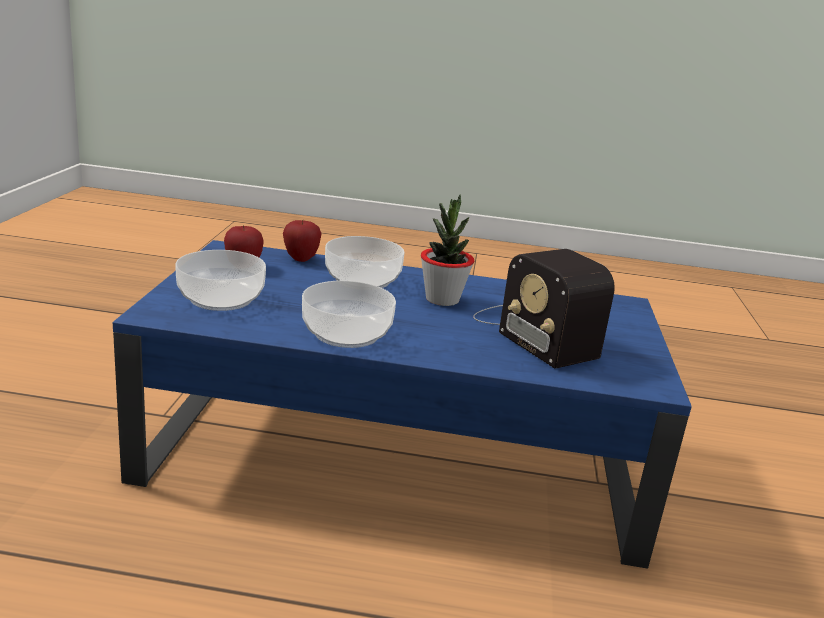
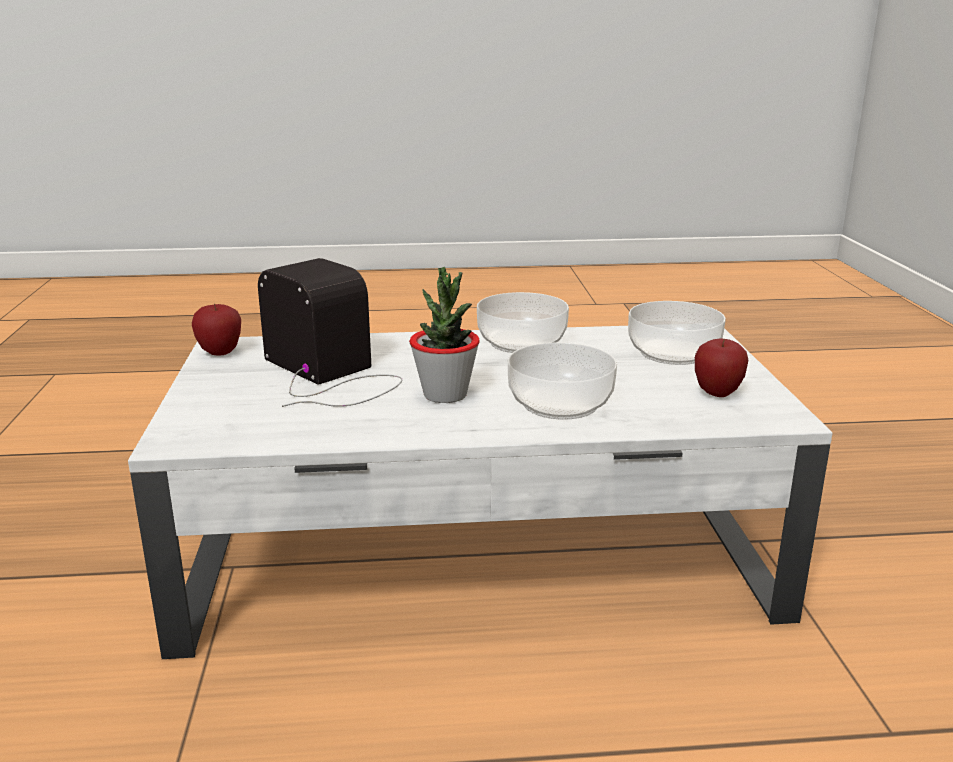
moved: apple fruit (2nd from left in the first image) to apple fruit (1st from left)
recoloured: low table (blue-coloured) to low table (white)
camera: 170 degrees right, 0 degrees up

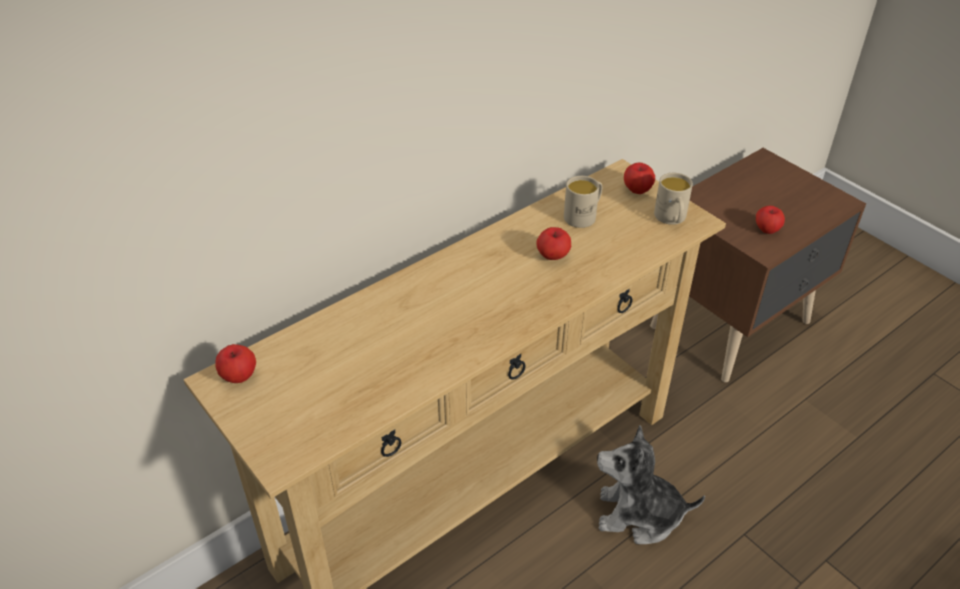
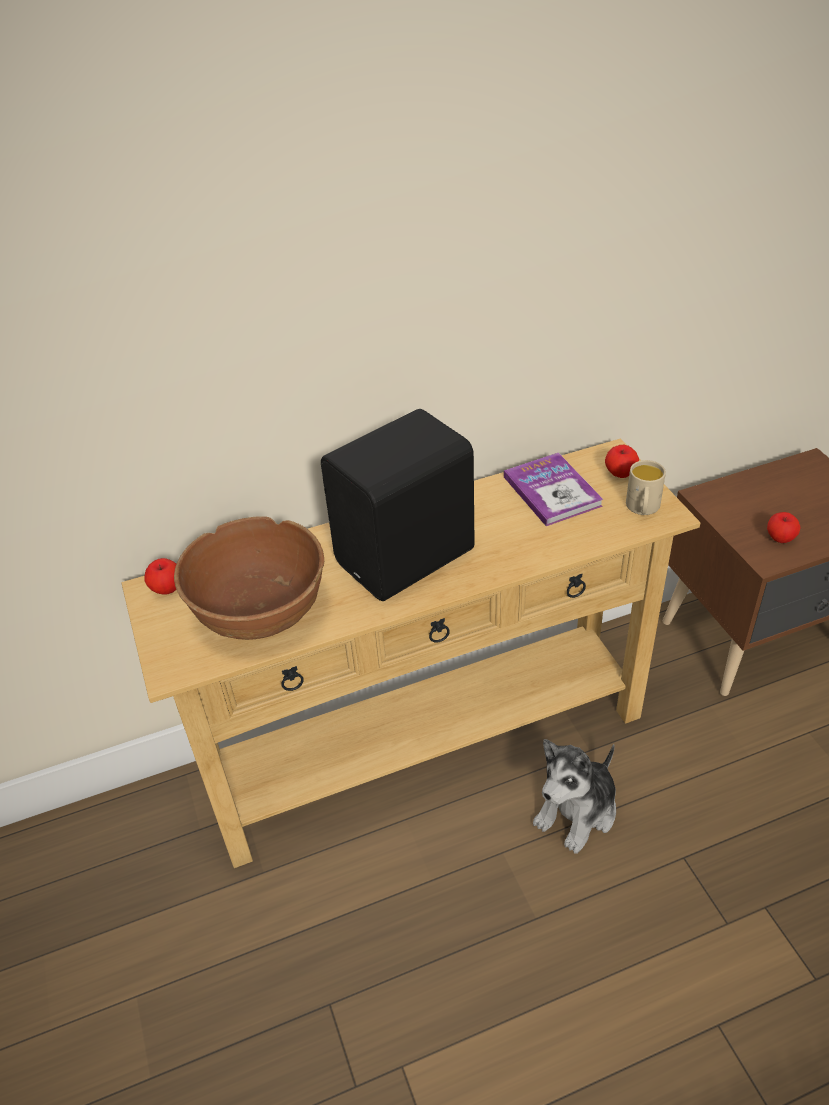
removed: apple fruit (2nd from left)
added: bowl (brown-coloured); audio speaker (blackish)
replaced: tea mug (beige) (1st from left) to bound book
turned: plush toy 75 degrees counterclockwise
camera: 20 degrees right, 0 degrees up

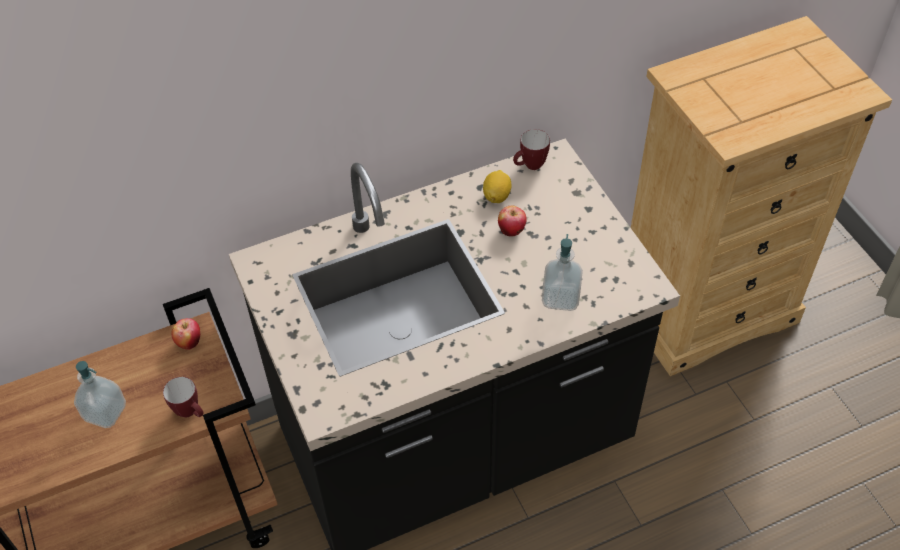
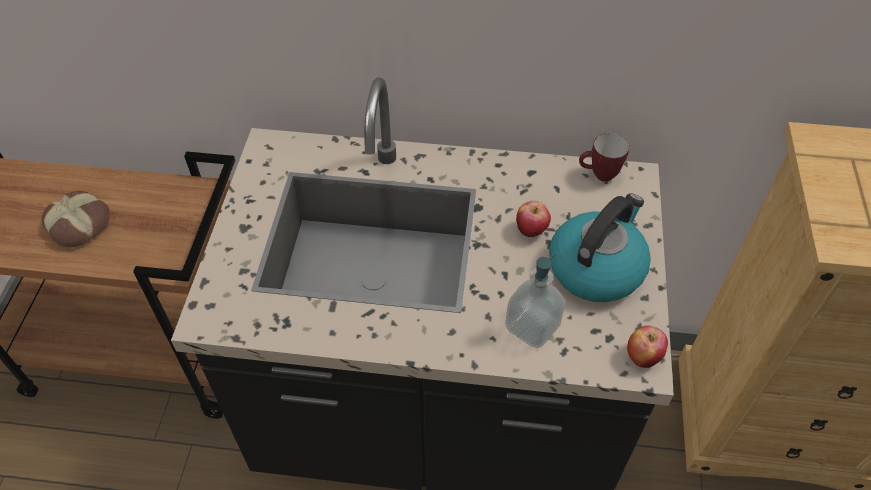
removed: tea mug (1st from left); lemon
added: water kettle
moved: apple fruit (1st from left in the first image) to apple fruit (2nd from left)
replaced: liquid soap bottle (1st from left) to bread
camera: 30 degrees right, 0 degrees up

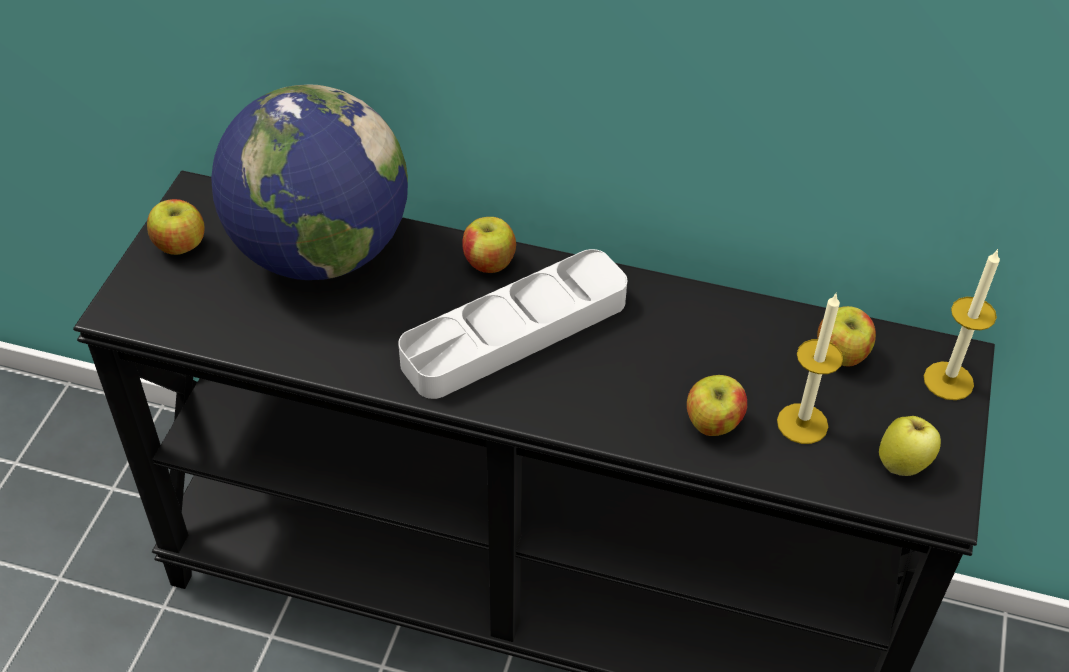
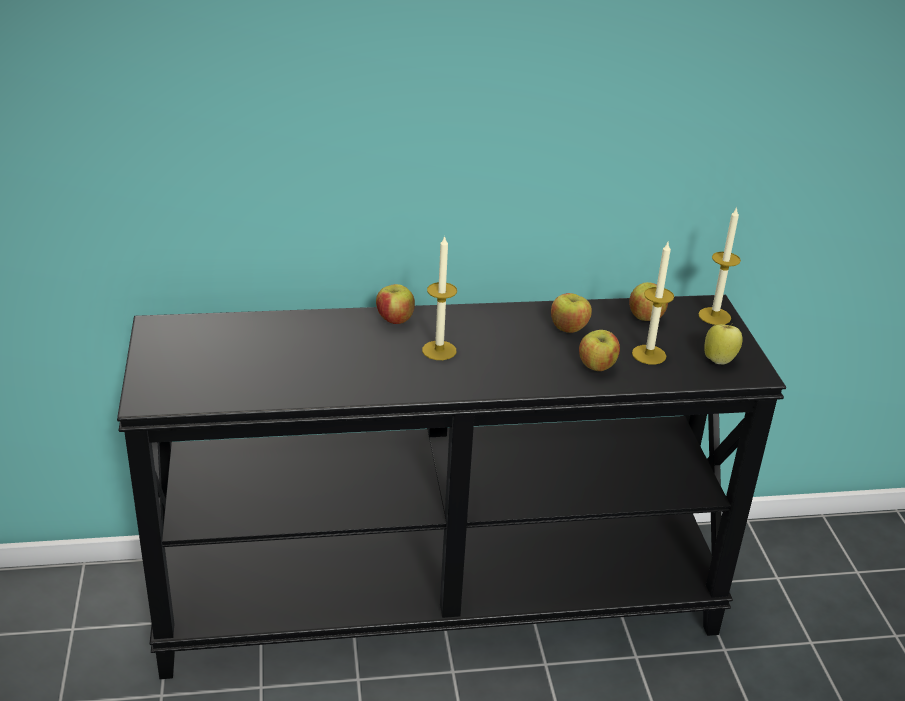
removed: desk globe
moved: apple fruit (1st from left in the first image) to apple fruit (2nd from left)
replaced: tray (grey) to candle (1st from left)
camera: 25 degrees left, 15 degrees down

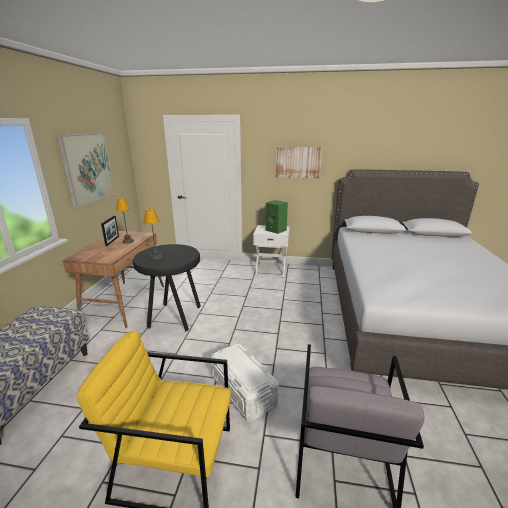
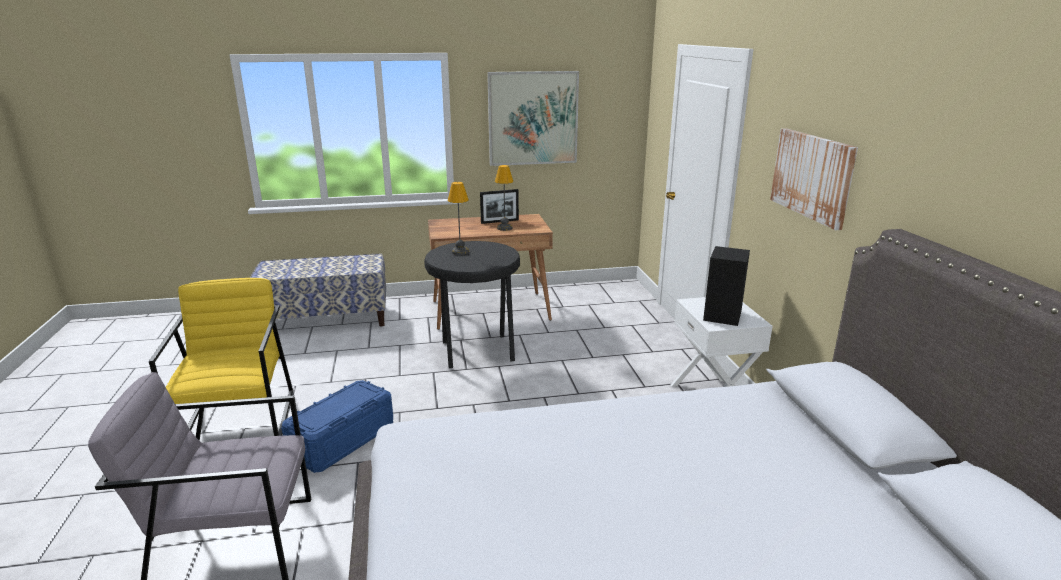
recoloured: storage box (white) to storage box (blue-coloured); audio speaker (green) to audio speaker (blackish)
camera: 70 degrees right, 0 degrees up

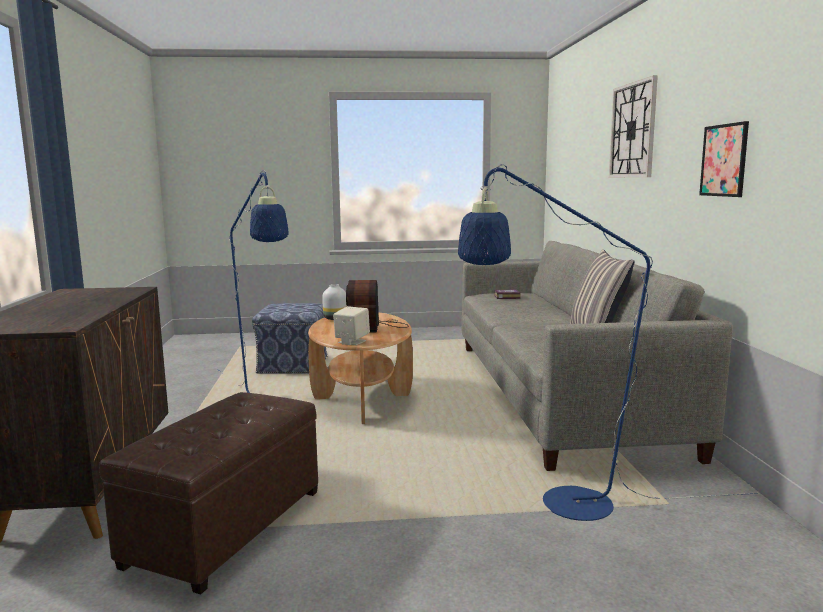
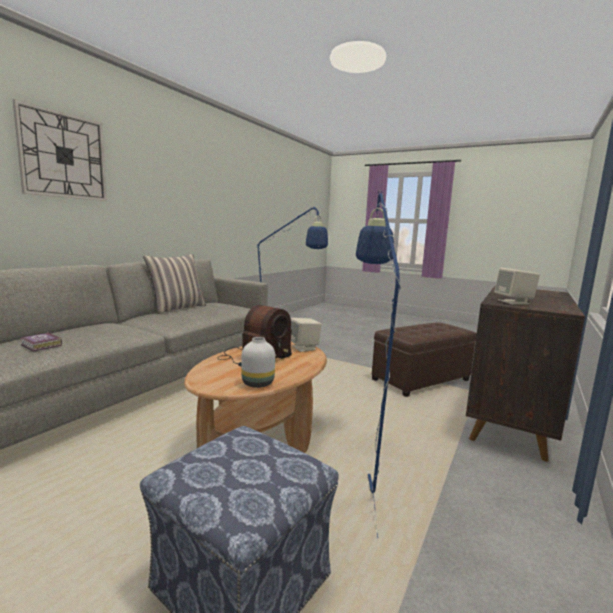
removed: picture
added: audio speaker (beige) (2nd from left)
camera: 145 degrees left, 0 degrees up

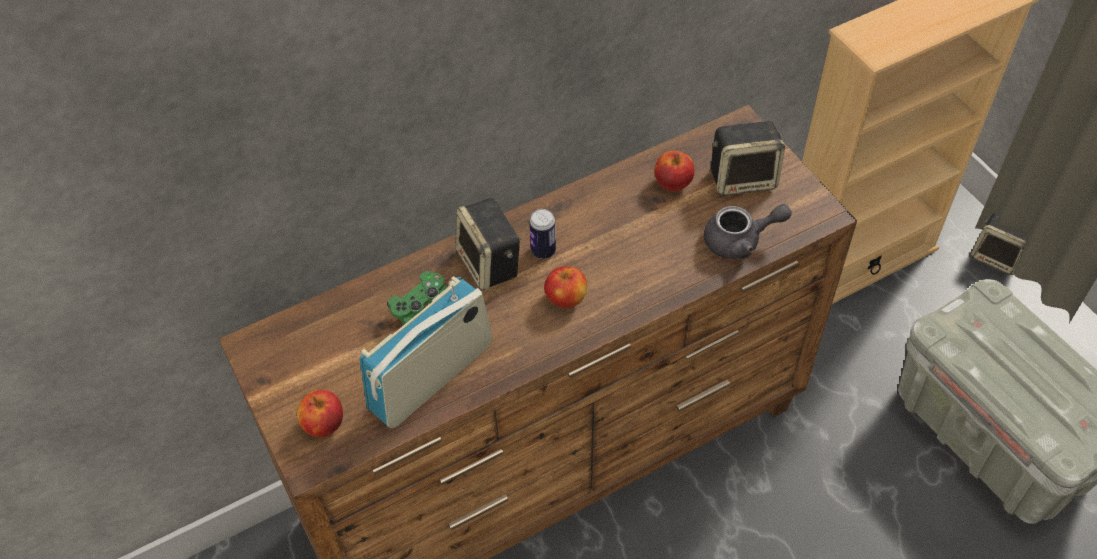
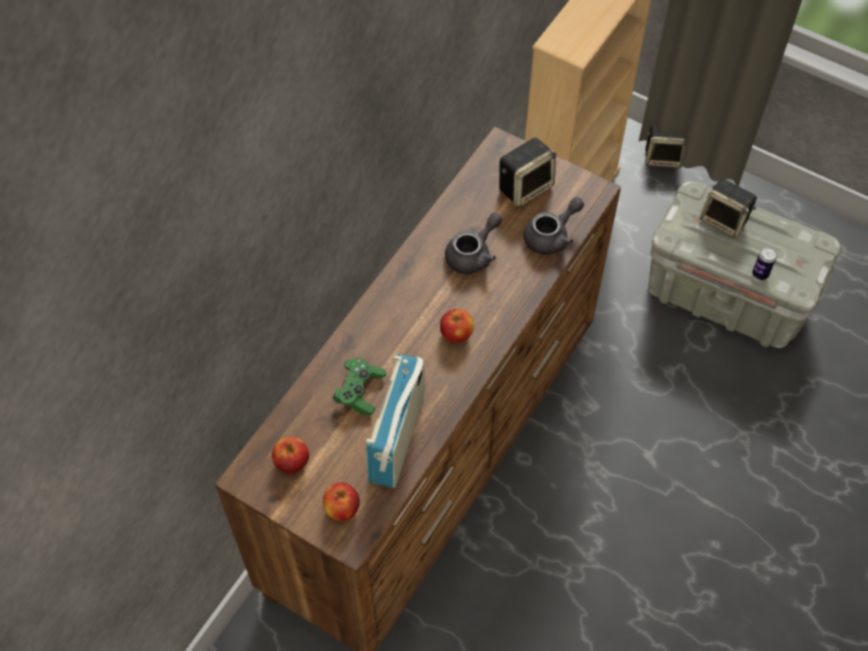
added: teapot (grey) (1st from left)
moved: audio speaker (1st from left in the first image) to audio speaker (3rd from left); sealed can; apple fruit (3rd from left in the first image) to apple fruit (1st from left)
camera: 30 degrees left, 5 degrees up

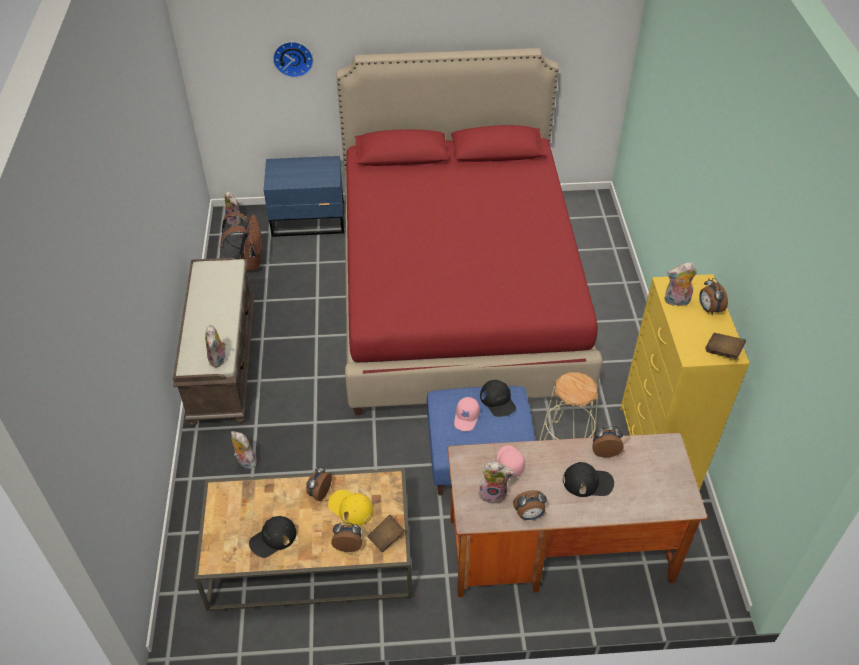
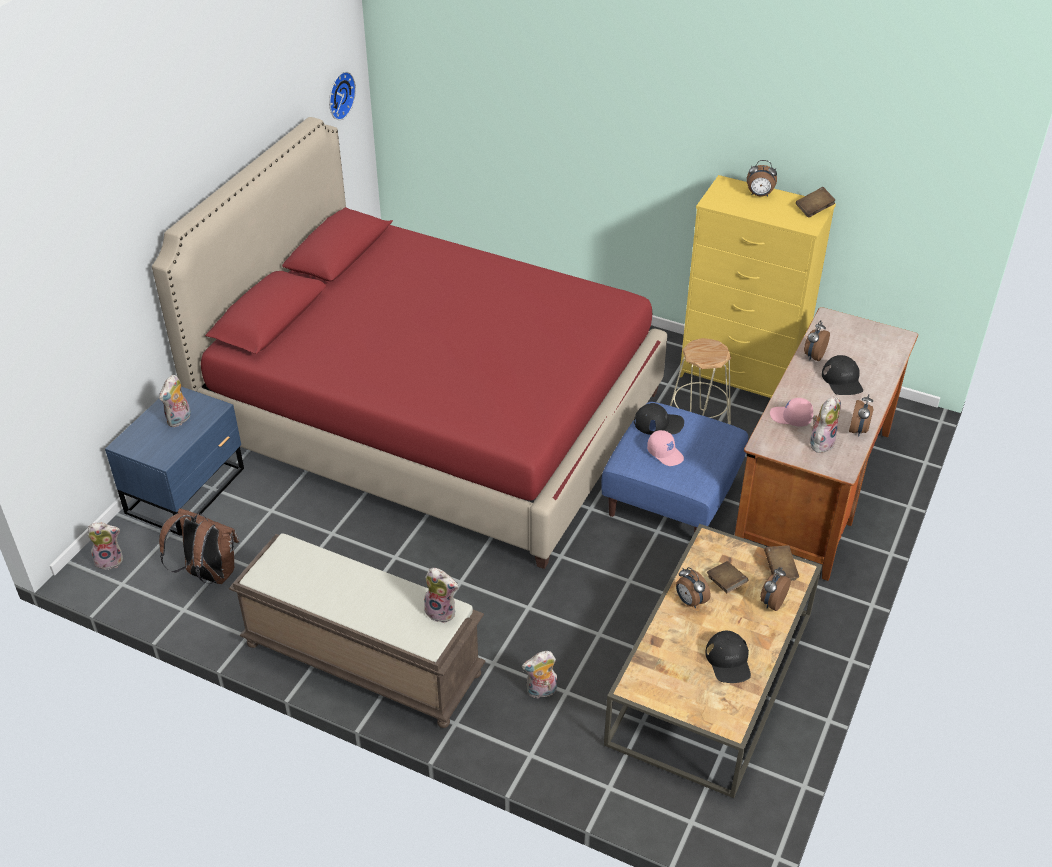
moved: clock on the wall; plush toy (5th from left in the first image) to plush toy (2nd from left)
replaced: cap (yellow-coloured) to bound book (brown-coloured) (1st from left)
turned: cap (blackish) (3rd from left) 135 degrees clockwise
camera: 60 degrees left, 5 degrees down

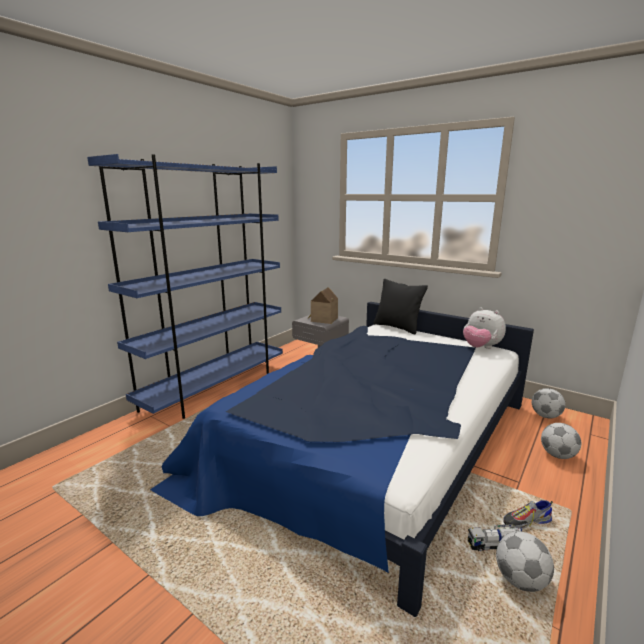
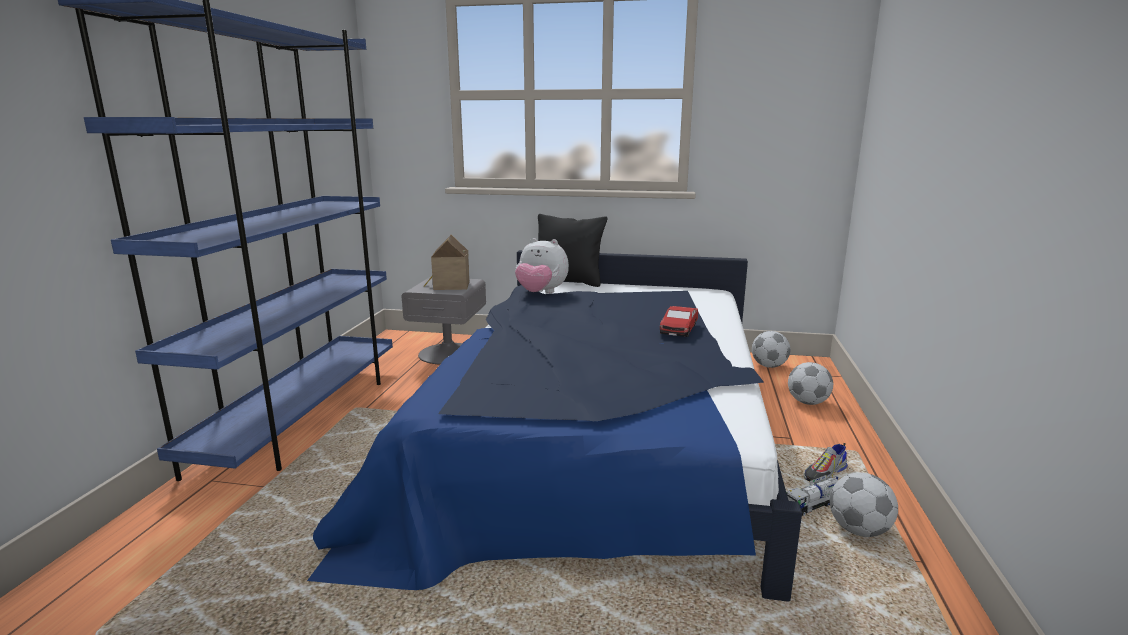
added: miniature car
moved: plush toy
camera: 25 degrees left, 0 degrees up

